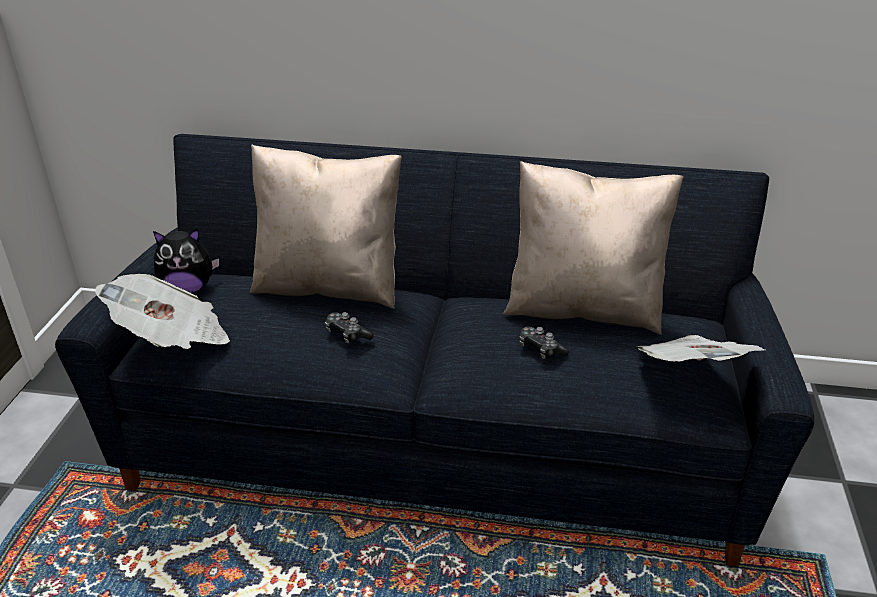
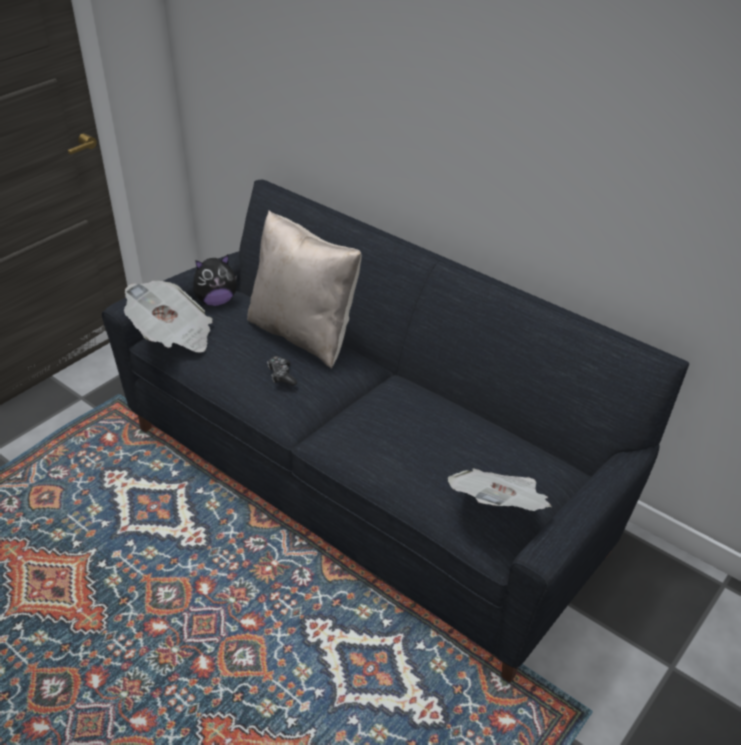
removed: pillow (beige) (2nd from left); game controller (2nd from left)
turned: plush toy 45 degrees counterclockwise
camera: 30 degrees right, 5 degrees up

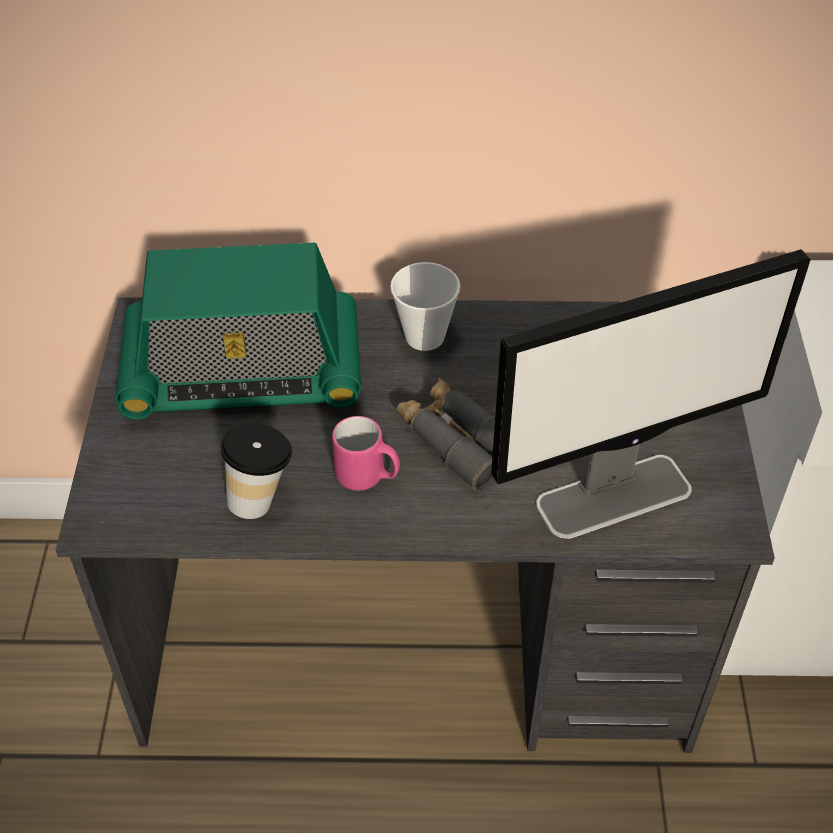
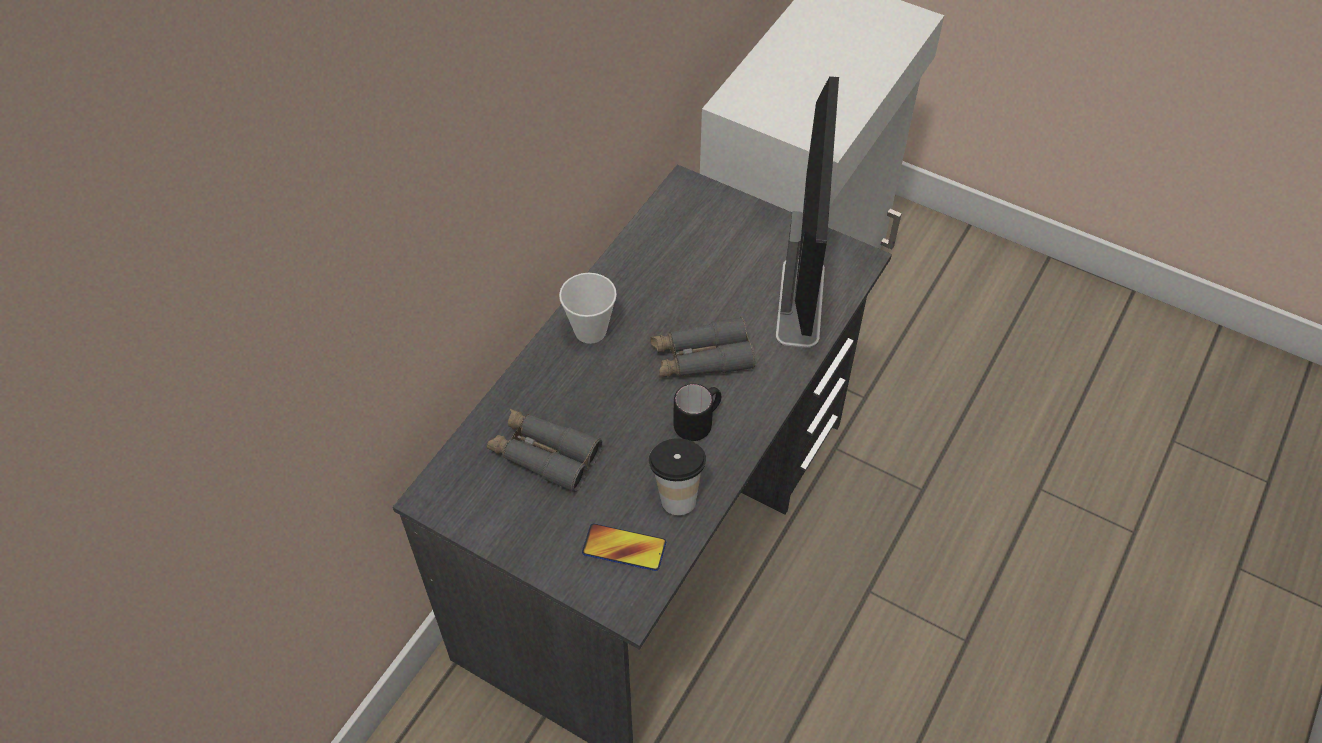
added: phone
replaced: radio receiver to field glasses (grey) (1st from left)
recoloured: tea mug (pinkish) to tea mug (blackish)
camera: 60 degrees left, 5 degrees up

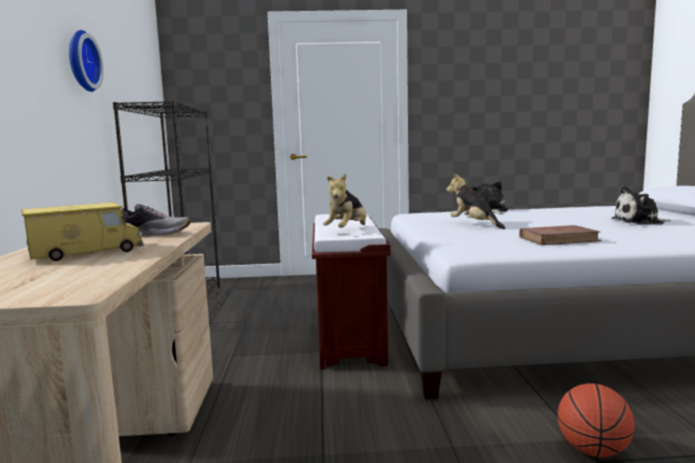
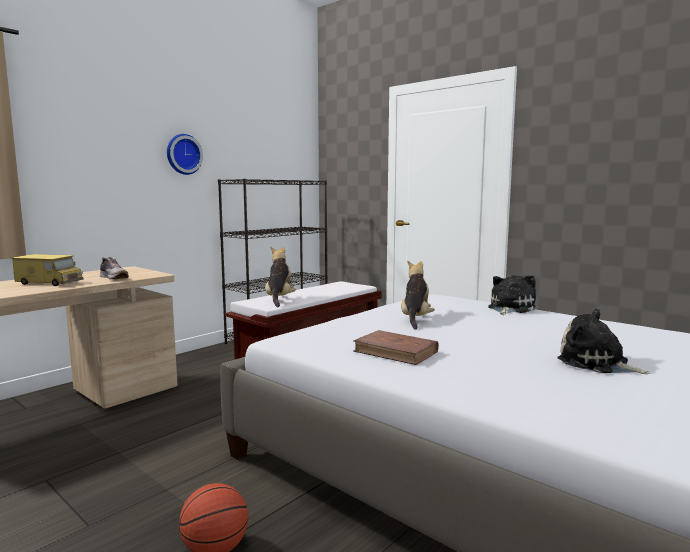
turned: plush toy (1st from left) 105 degrees clockwise
camera: 45 degrees right, 0 degrees up

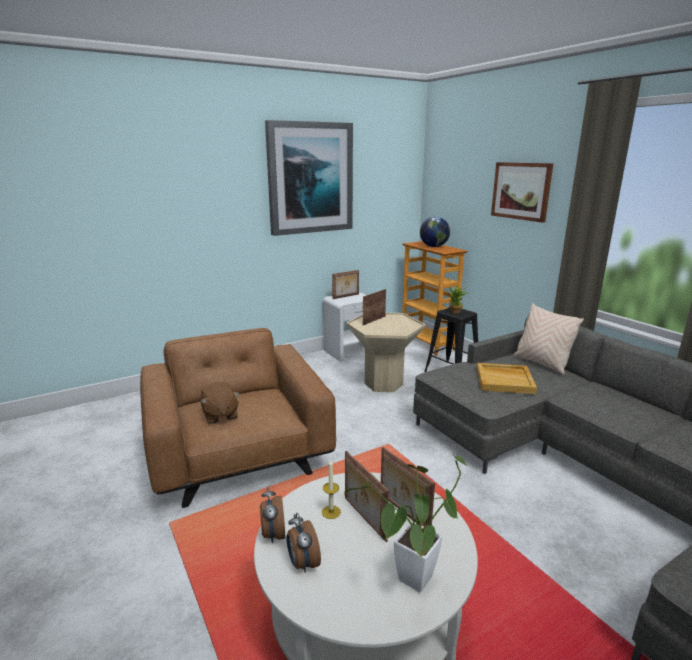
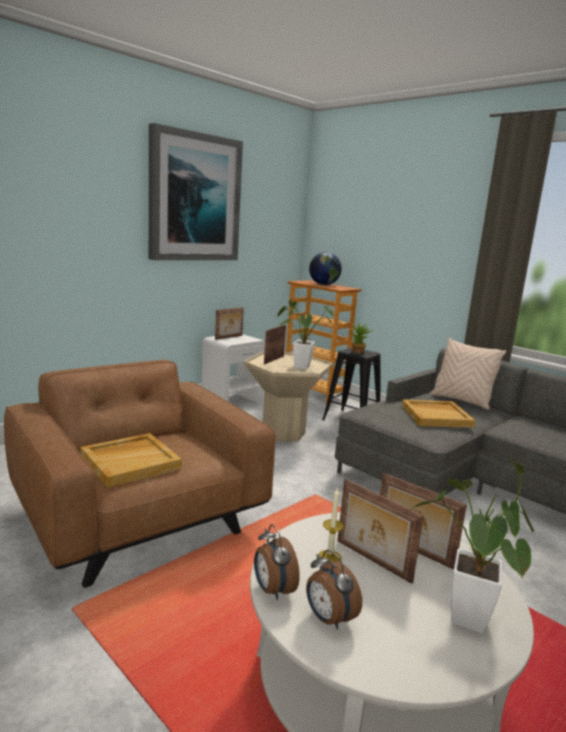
removed: picture (2nd from left)
added: plant in a pot (1st from left)
replaced: plush toy (brown-coloured) to tray (beige) (1st from left)
camera: 15 degrees left, 5 degrees down

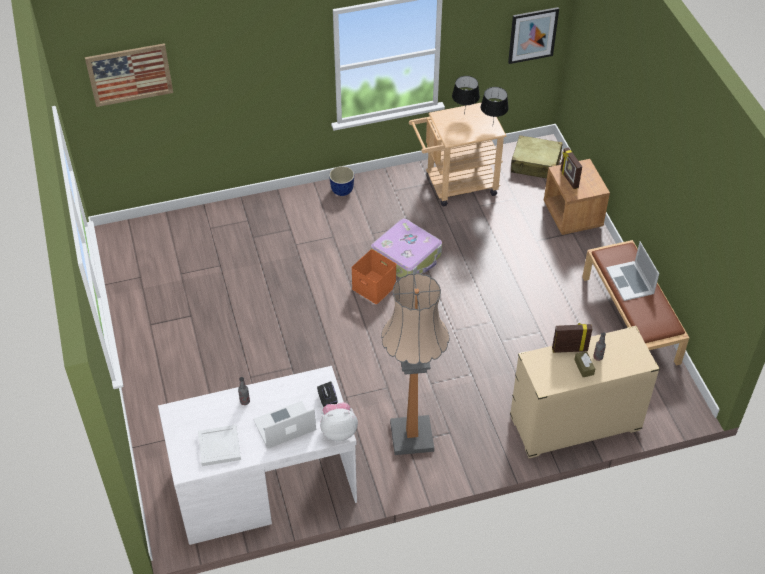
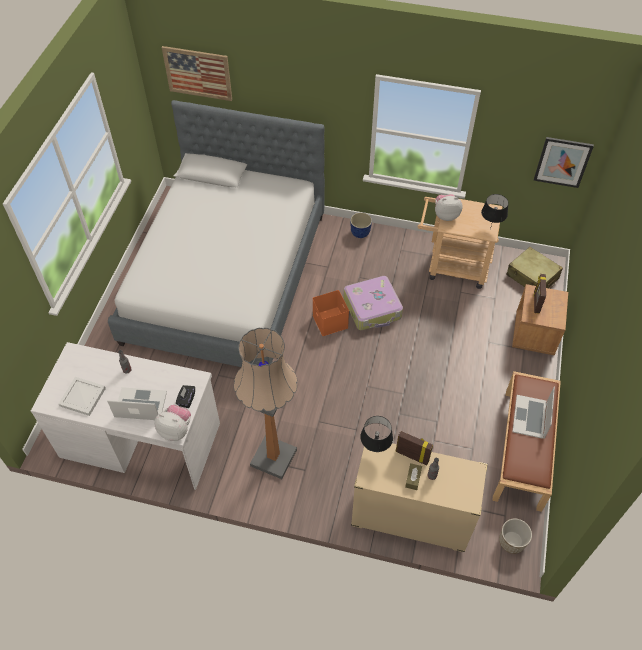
added: bed; plush toy (2nd from left); flower pot (2nd from left)
moved: tabletop lamp (blackish) (1st from left)
camera: 30 degrees right, 5 degrees up

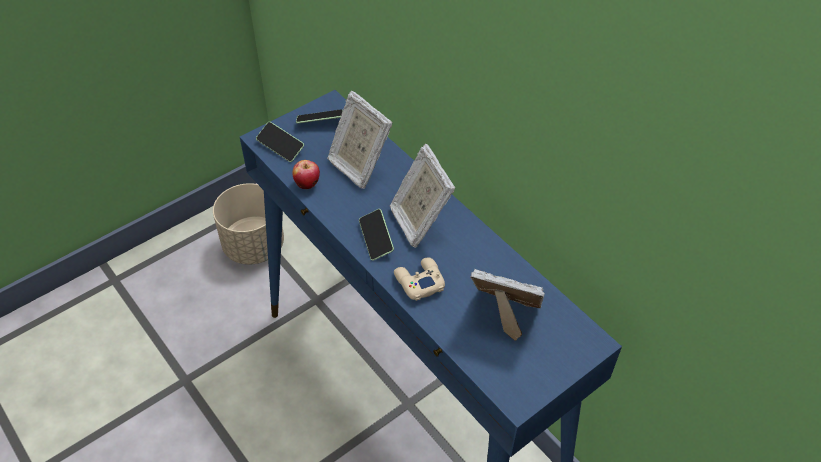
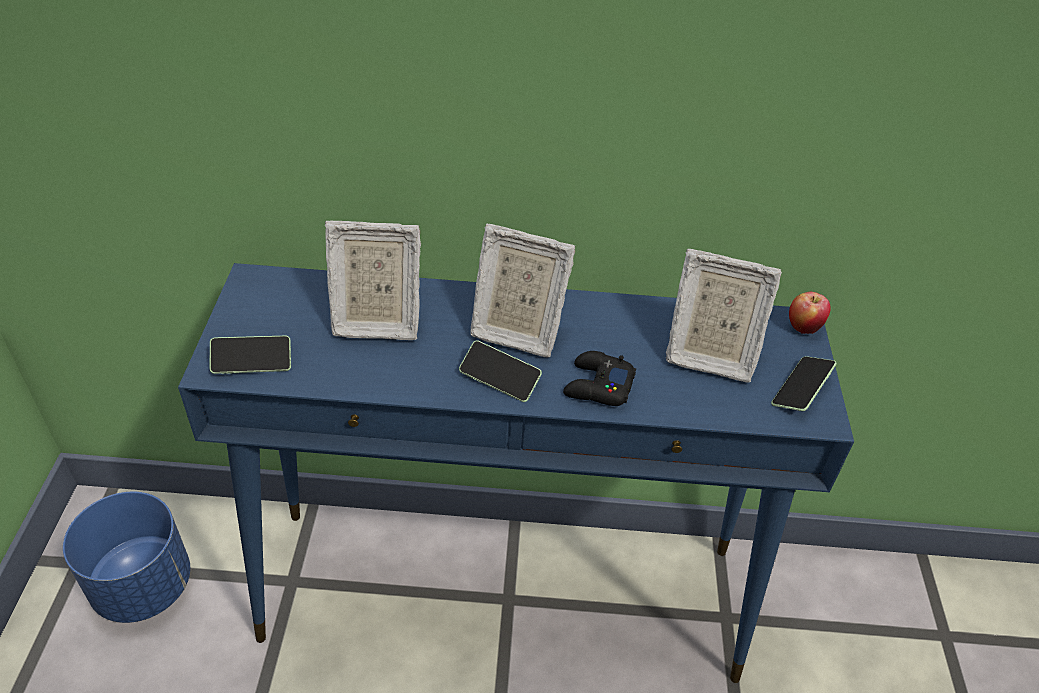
moved: apple fruit; phone (2nd from left in the first image) to phone (3rd from left)
recoloured: flower pot (beige) to flower pot (blue-coloured); game controller (beige) to game controller (blackish)
turned: photo frame (3rd from left) 135 degrees counterclockwise
camera: 50 degrees left, 5 degrees down

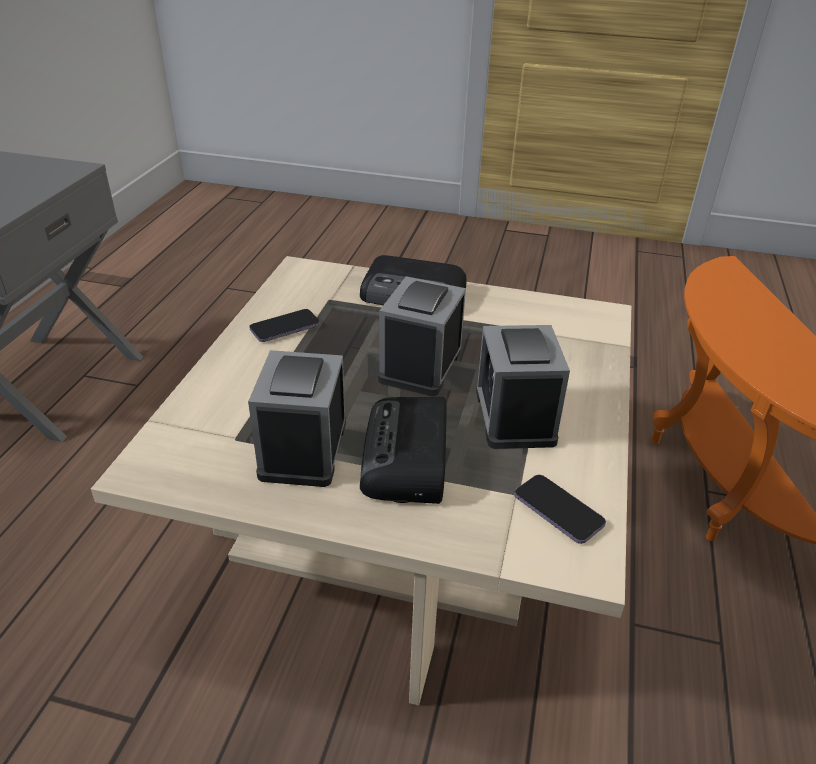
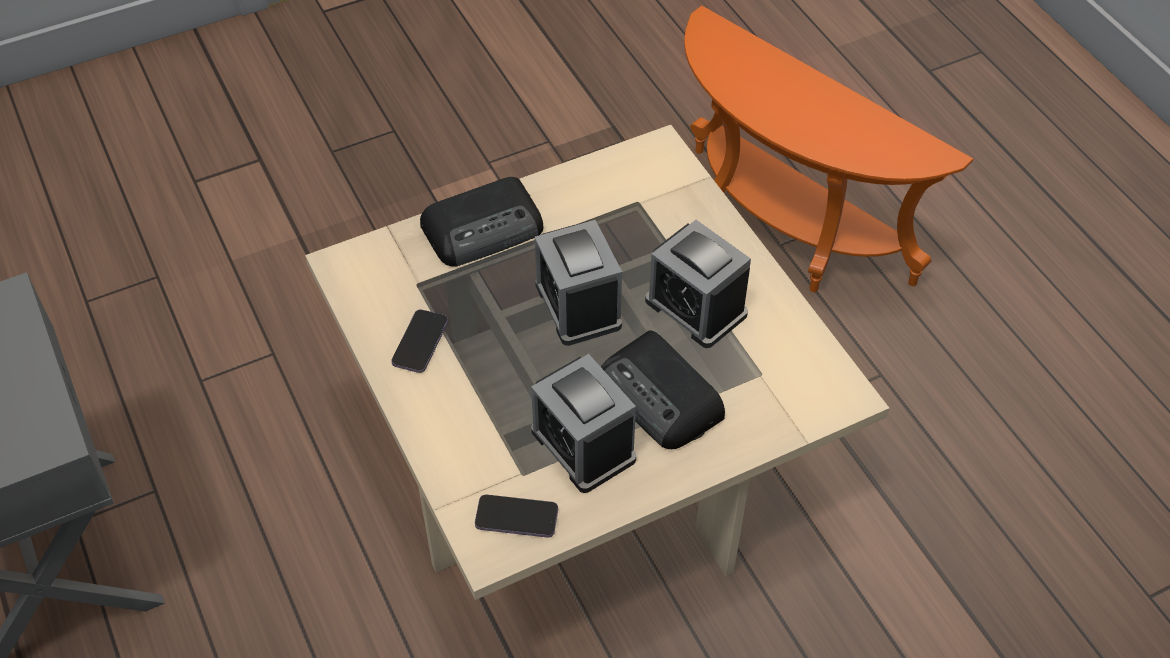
moved: phone (2nd from left)
camera: 40 degrees left, 15 degrees up

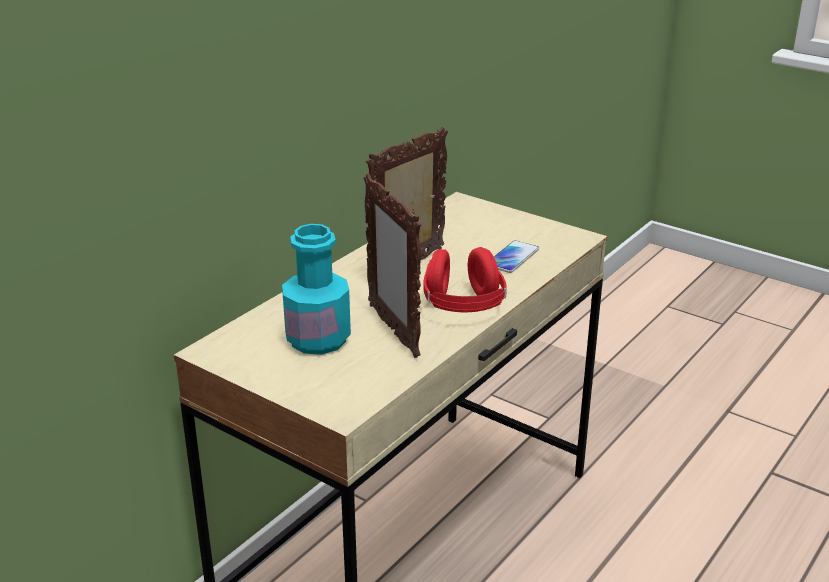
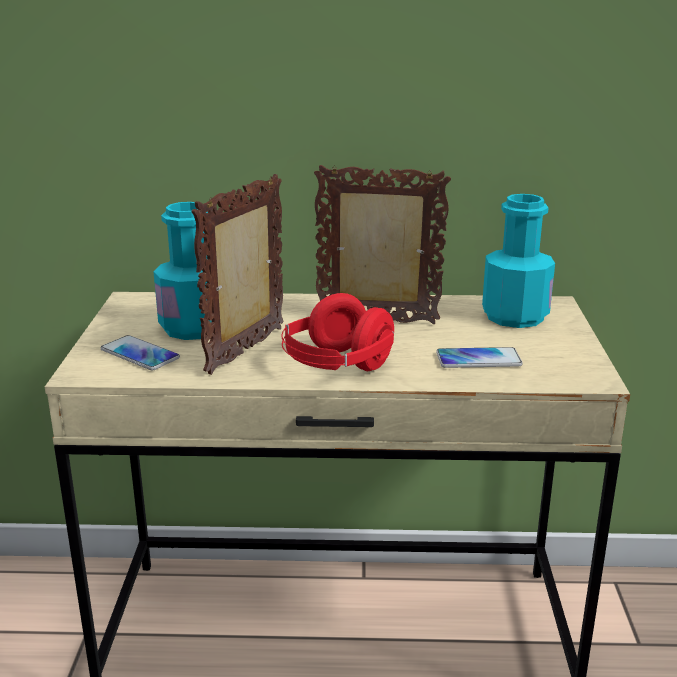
added: phone (1st from left); beverage bottle (turquoise-coloured) (2nd from left)
camera: 55 degrees right, 5 degrees down

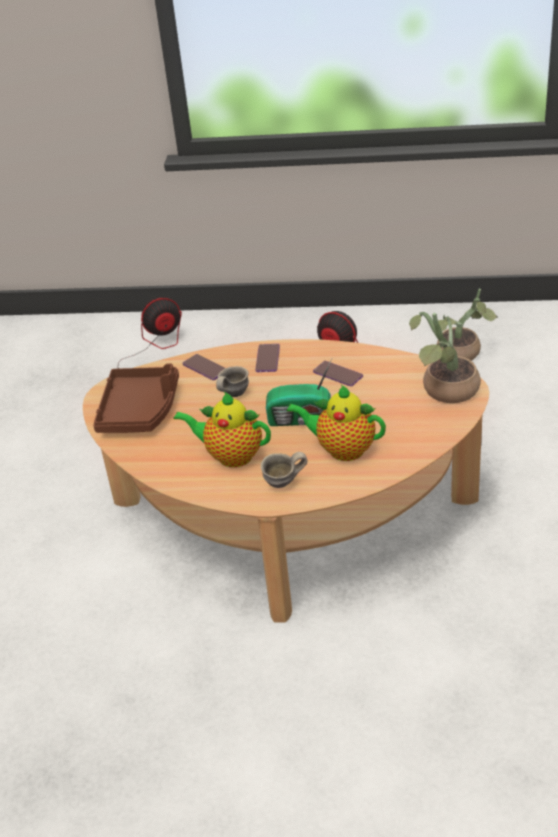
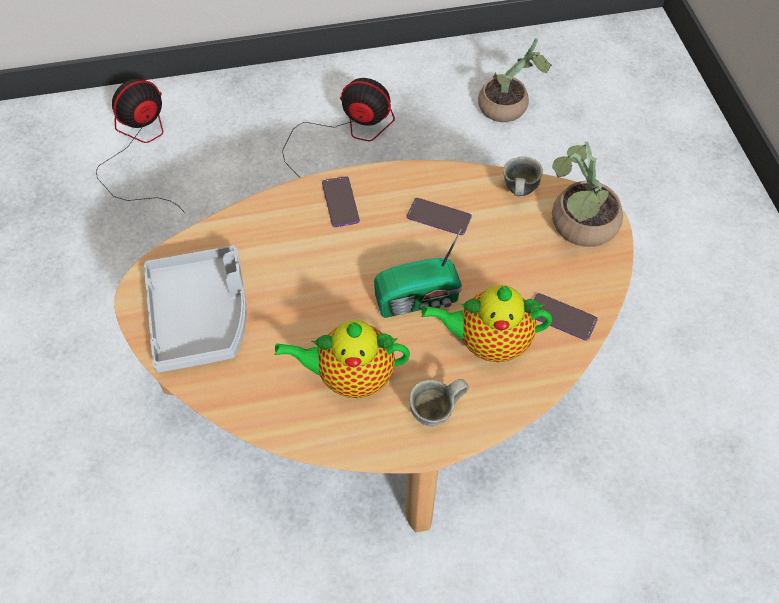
moved: phone (1st from left in the first image) to phone (3rd from left); tea mug (grey) (1st from left in the first image) to tea mug (grey) (2nd from left)
recoloured: tray (brown-coloured) to tray (grey)
camera: 20 degrees left, 20 degrees up

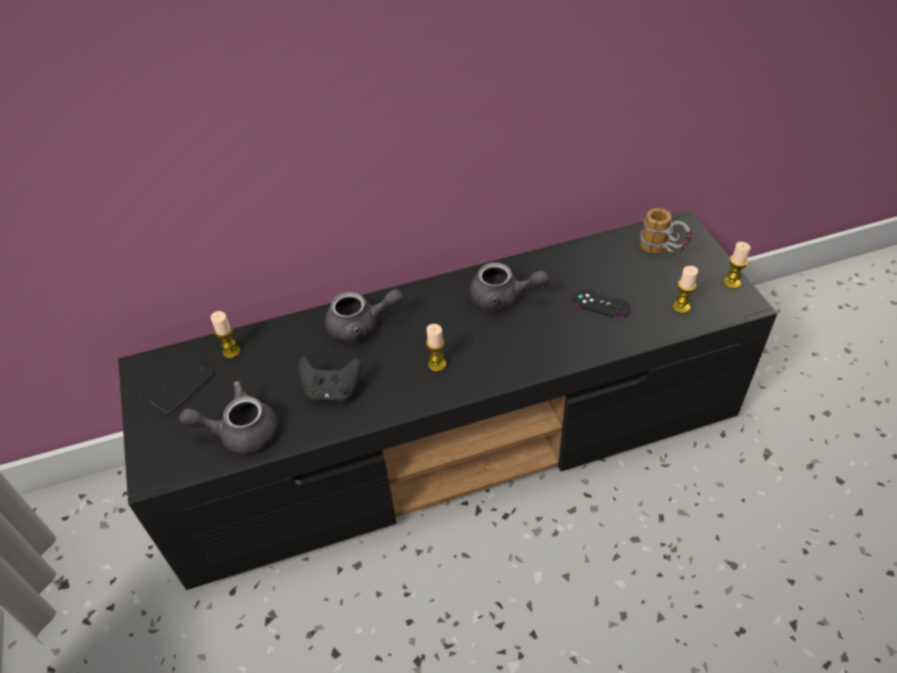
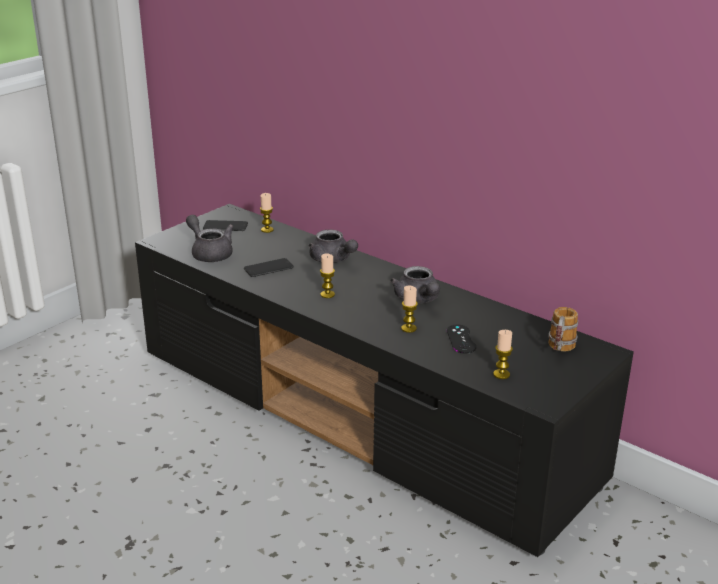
moved: candle (4th from left in the first image) to candle (3rd from left)
replaced: game controller (blackish) (1st from left) to phone (2nd from left)
camera: 55 degrees right, 20 degrees down

